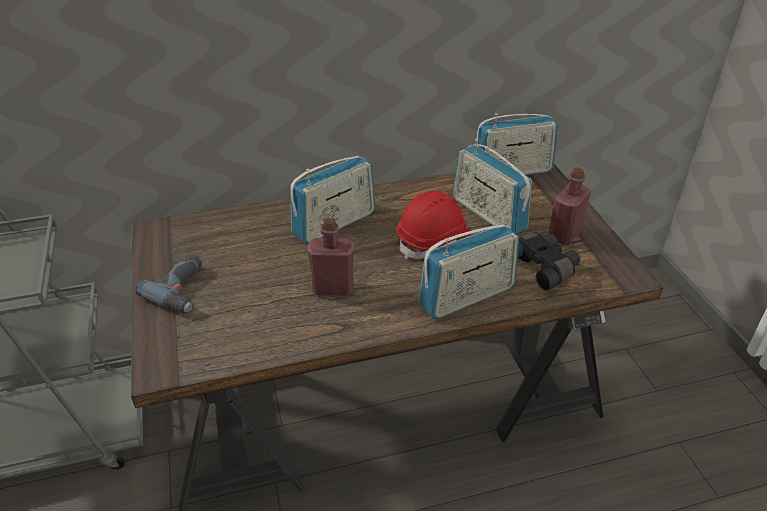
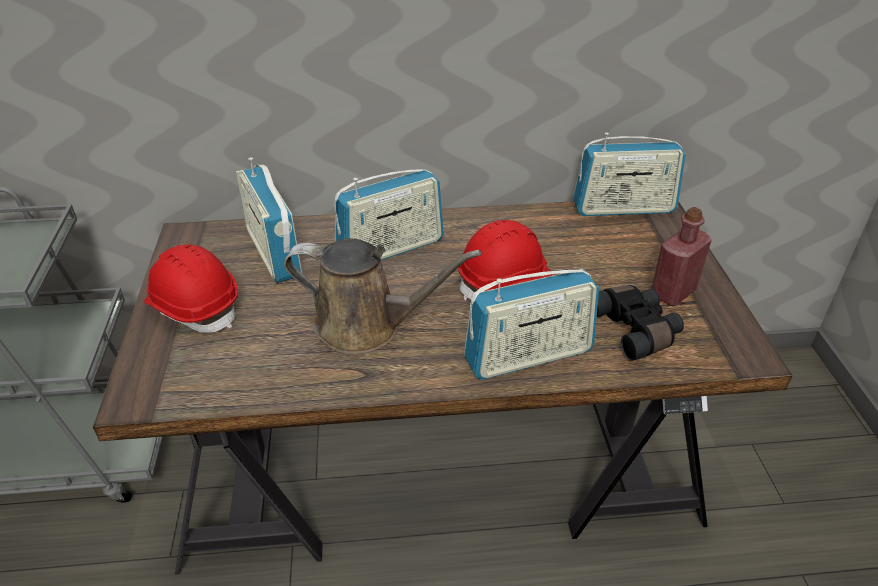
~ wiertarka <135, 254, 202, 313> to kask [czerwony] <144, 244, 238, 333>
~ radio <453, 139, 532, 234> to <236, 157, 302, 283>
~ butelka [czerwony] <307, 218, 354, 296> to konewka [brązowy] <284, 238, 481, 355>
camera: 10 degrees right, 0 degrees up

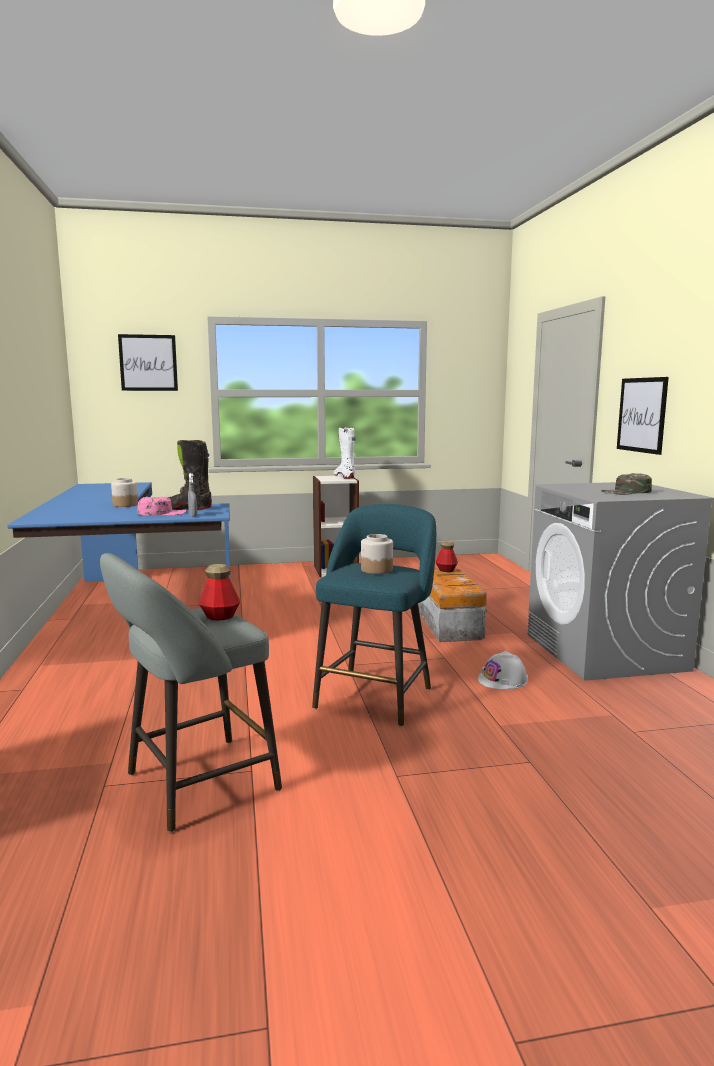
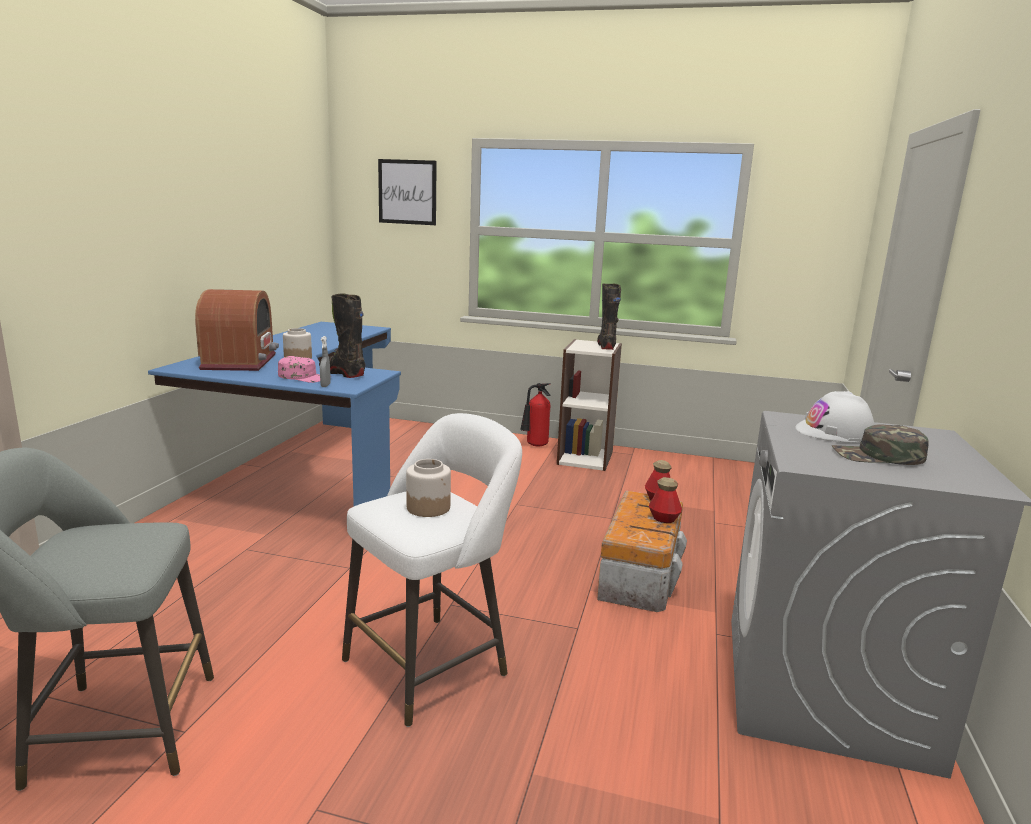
+ radio <195, 289, 279, 371>
~ stołek [turkusowy] <312, 504, 436, 727> to stołek [biały] <342, 413, 522, 727>
+ gaśnica <520, 383, 551, 446>
~ but z cholewką [biały] <334, 427, 356, 479> to but z cholewką [czarny] <597, 283, 621, 350>
~ butelka <199, 564, 240, 620> to <649, 477, 682, 523>
~ kask [biały] <478, 651, 528, 689> to <795, 391, 874, 443>
- obraz <617, 377, 669, 455>
camera: 25 degrees right, 5 degrees up

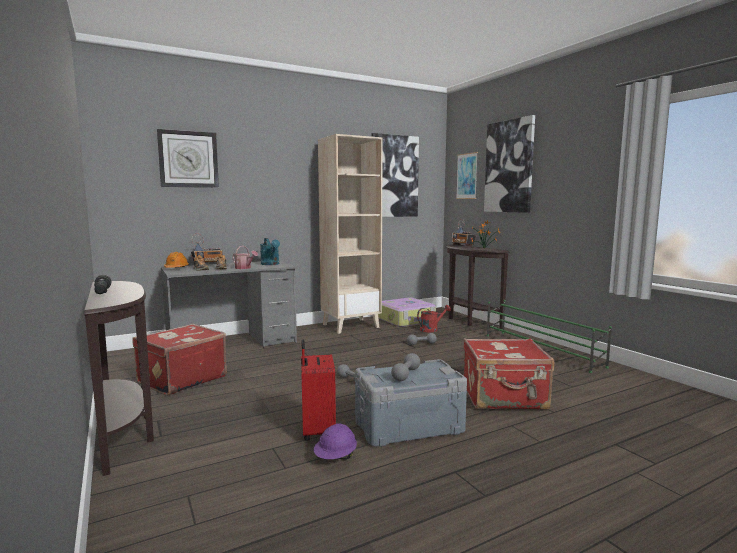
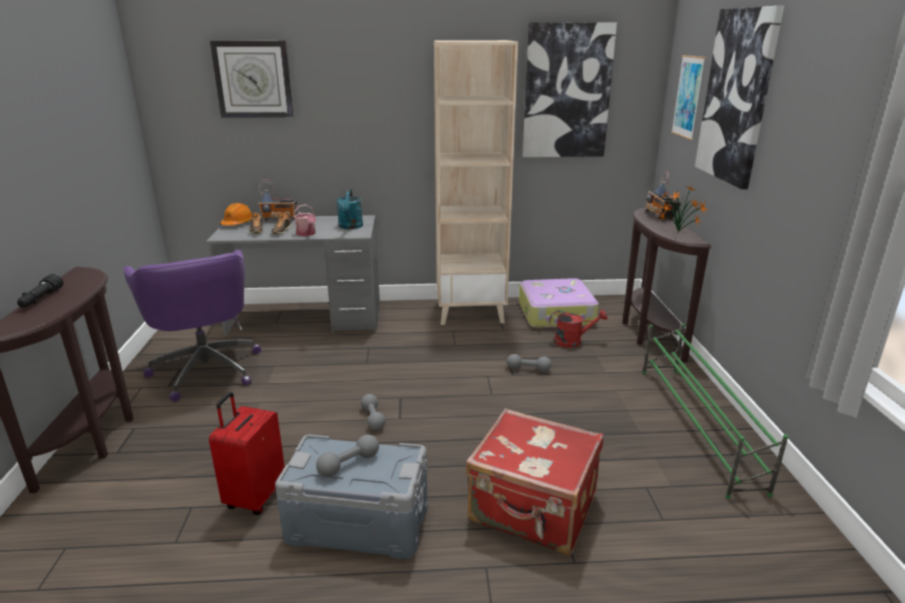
~ walizka [czerwony] <132, 324, 227, 396> to krzesło biurowe [fioletowy] <123, 250, 261, 402>
- kask [fioletowy] <314, 423, 357, 459>
camera: 25 degrees right, 15 degrees up

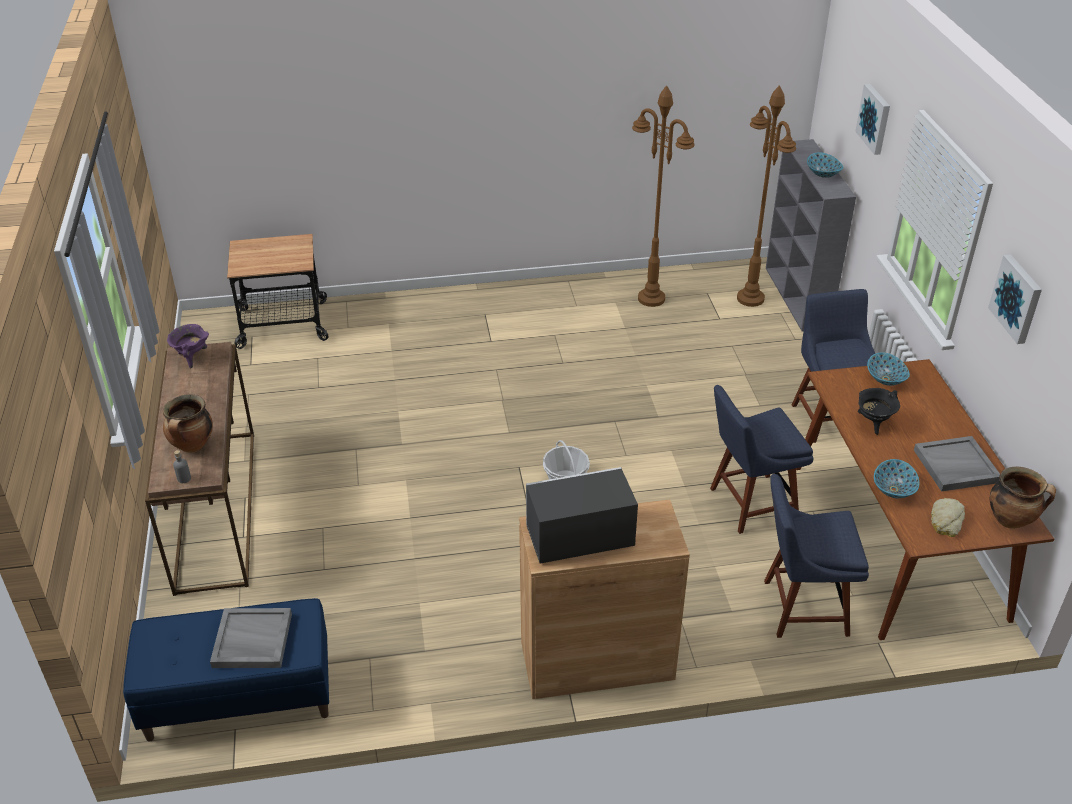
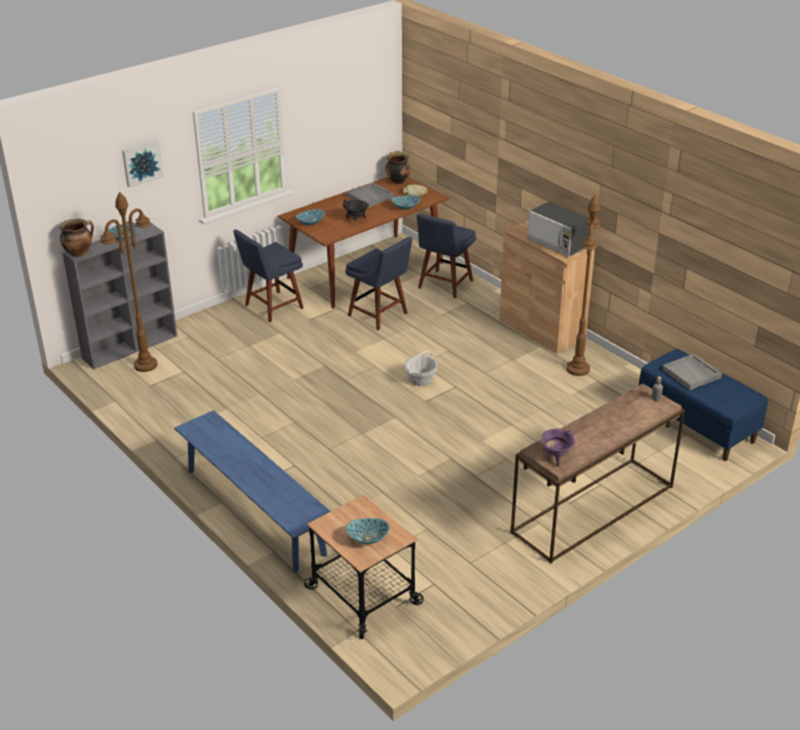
~ garnek <163, 394, 213, 453> to <60, 219, 94, 257>
+ ławka [niebieski] <174, 410, 331, 572>
+ miska <346, 518, 390, 544>
~ krzesło [niebieski] <764, 474, 869, 638> = <417, 214, 476, 298> 60 degrees clockwise
~ lampa stojąca [brązowy] <632, 85, 695, 307> to <567, 195, 601, 376>
- obraz <988, 254, 1042, 344>
camera: 120 degrees left, 5 degrees down

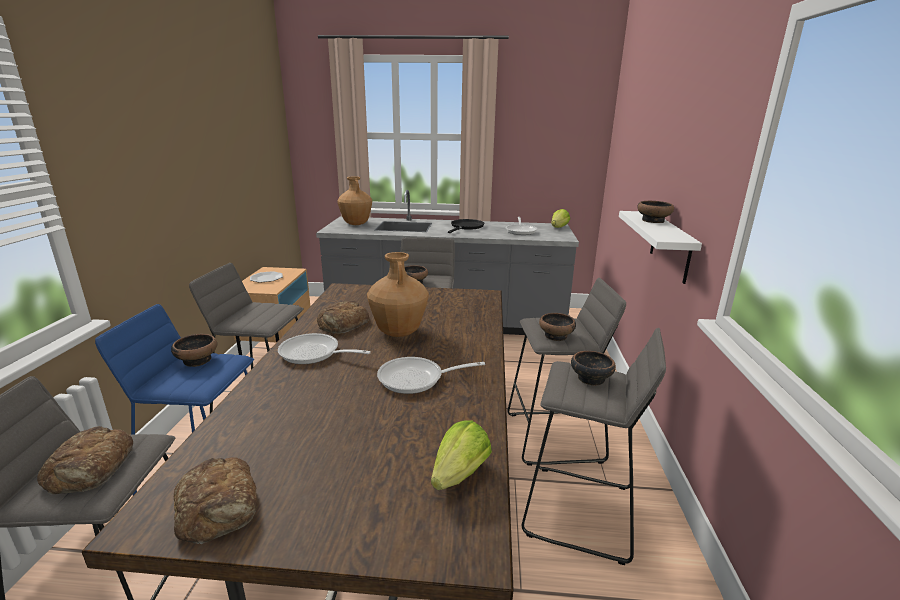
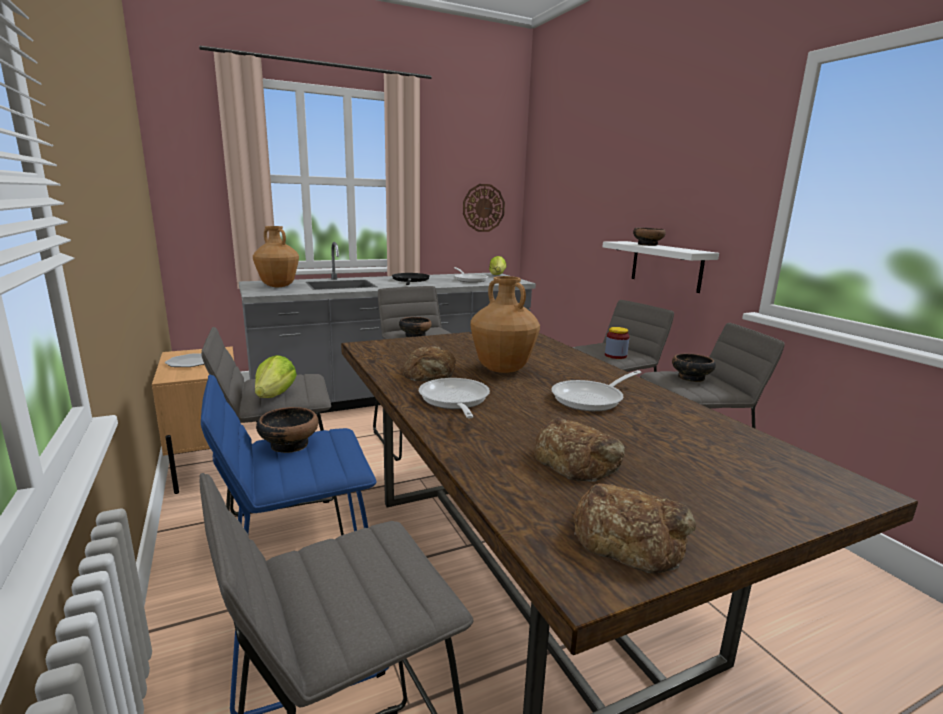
~ sałata <431, 420, 492, 490> to <255, 355, 297, 398>
~ patelnia <278, 333, 371, 364> = <419, 378, 490, 418> 90 degrees clockwise
+ zegar ścienny <463, 184, 505, 232>
~ chleb <37, 426, 133, 495> to <535, 417, 625, 482>
~ miska <539, 313, 576, 341> to słoik <605, 327, 630, 359>
camera: 30 degrees left, 5 degrees down

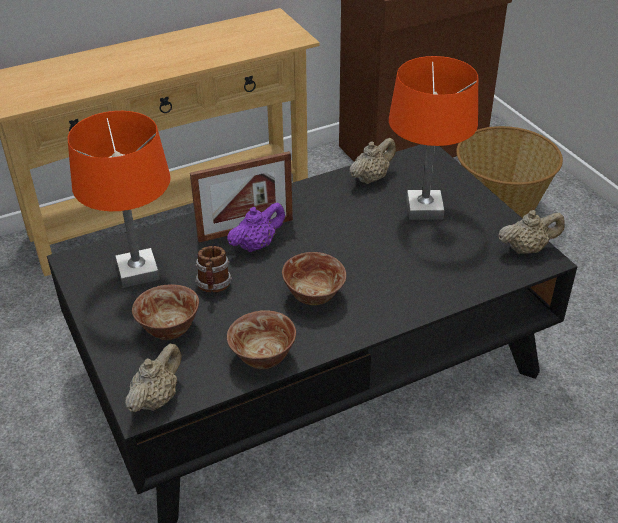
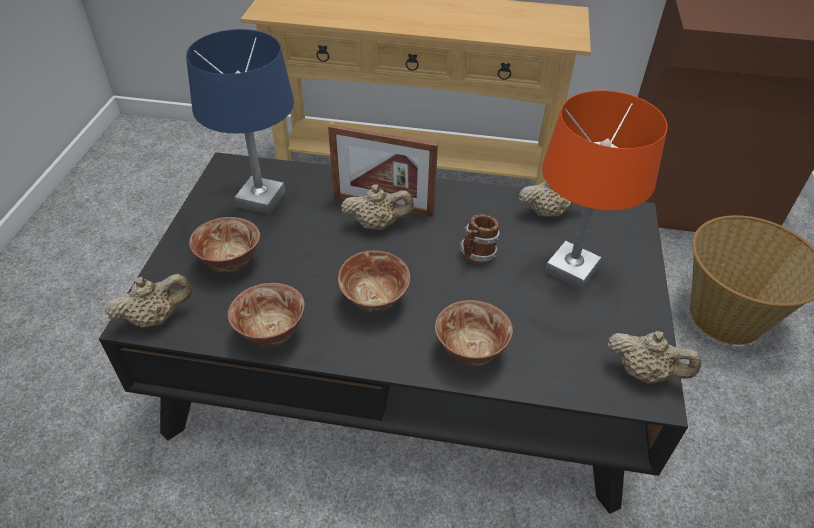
~ lampa stołowa [pomarańczowy] <68, 111, 171, 288> to lampa stołowa [niebieski] <186, 29, 294, 215>
~ imbryk [fioletowy] <227, 203, 285, 253> to imbryk [beżowy] <341, 184, 414, 230>
+ miska <435, 300, 513, 366>
~ kubek <195, 246, 232, 292> to <460, 214, 500, 264>
camera: 35 degrees right, 5 degrees up

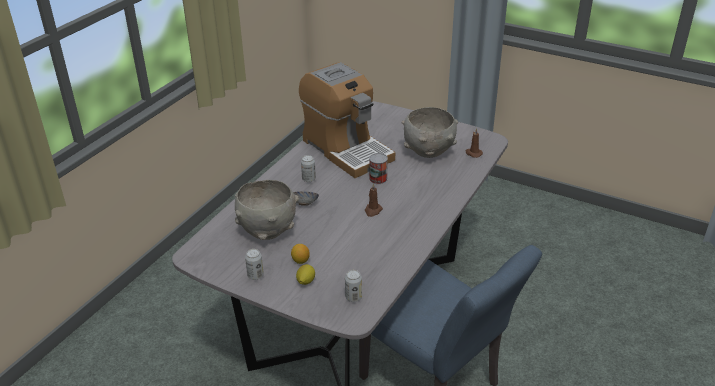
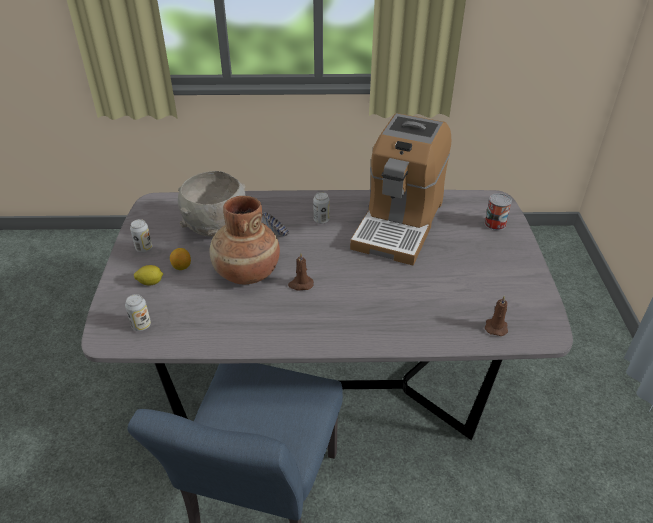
+ wazon [brązowy] <209, 196, 280, 284>
~ puszka <369, 153, 388, 184> to <484, 193, 512, 231>
- miska [szary] <402, 107, 458, 158>
camera: 60 degrees right, 5 degrees up

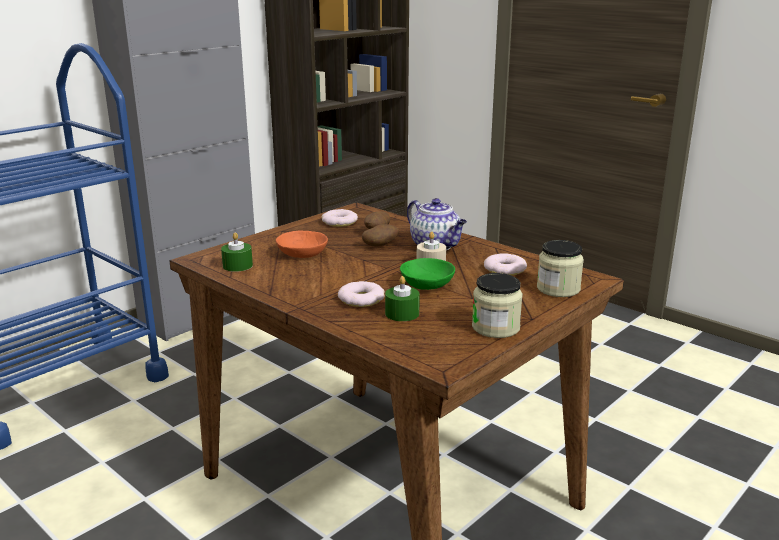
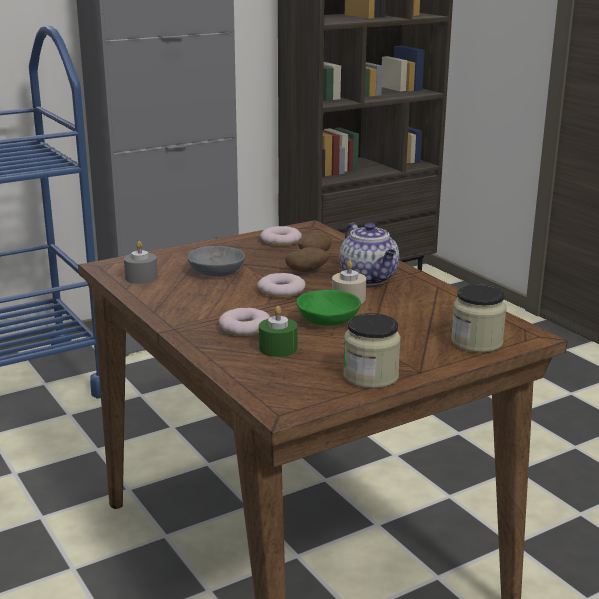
~ świeca [zielony] <221, 232, 253, 272> to świeca [szary] <124, 241, 158, 284>
~ miska [pomarańczowy] <276, 230, 328, 258> to miska [szary] <187, 246, 245, 277>
~ donut <484, 253, 527, 276> to <257, 273, 306, 298>
camera: 15 degrees right, 0 degrees up

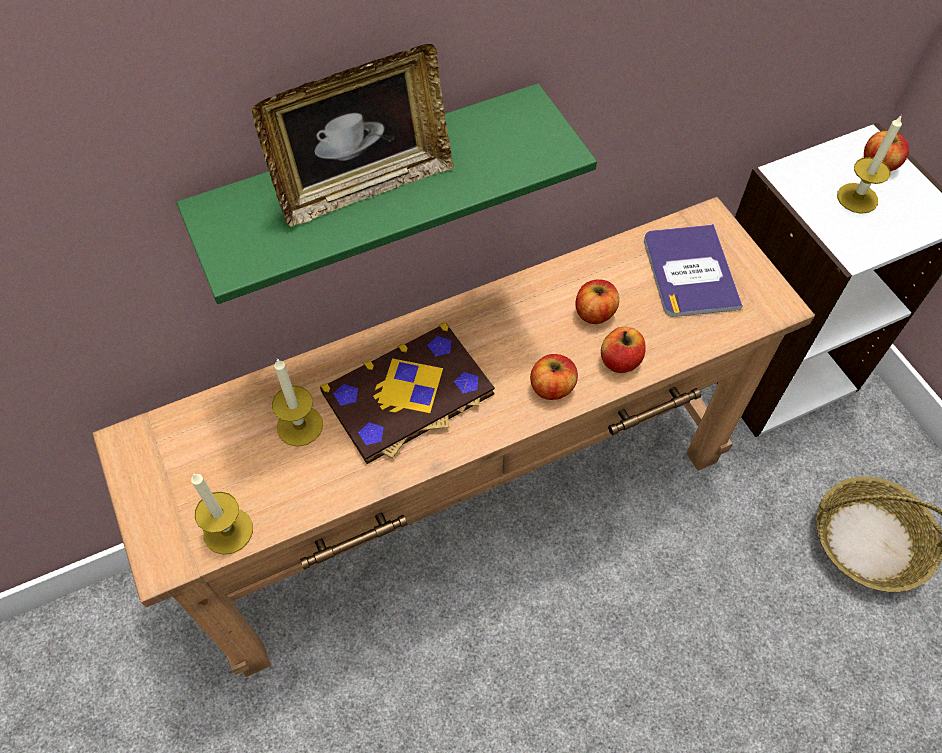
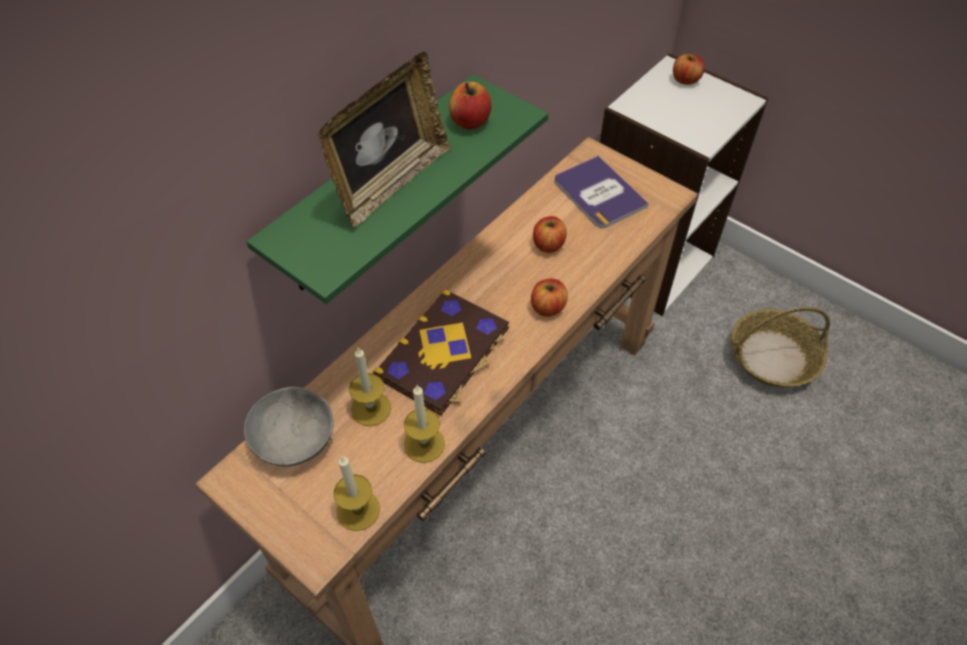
+ miska [szary] <244, 387, 334, 467>
~ świeca <837, 114, 902, 214> to <404, 385, 445, 463>
~ jabłko <601, 327, 646, 373> to <449, 82, 491, 130>
camera: 25 degrees left, 5 degrees down

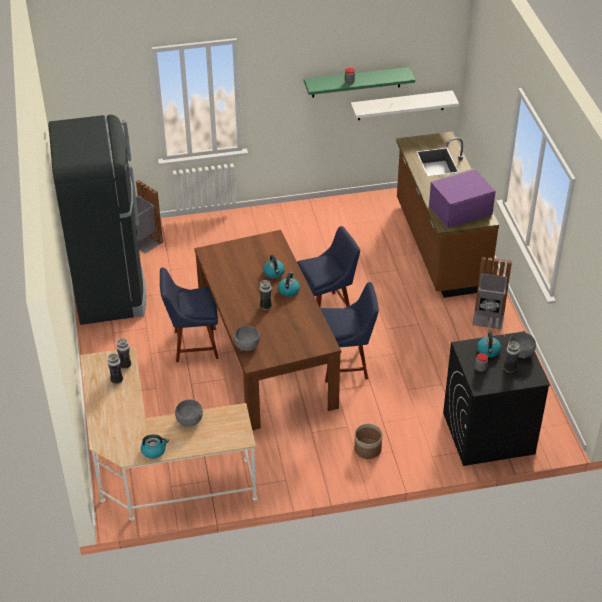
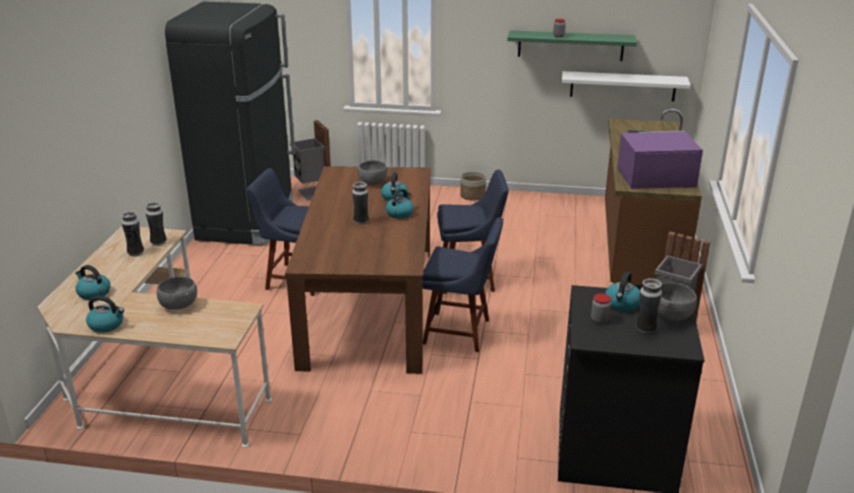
+ czajnik <75, 265, 111, 300>
~ miska [szary] <233, 326, 260, 351> to <357, 160, 387, 185>
~ donica <354, 424, 382, 459> to <460, 171, 486, 201>
camera: 20 degrees right, 15 degrees down

